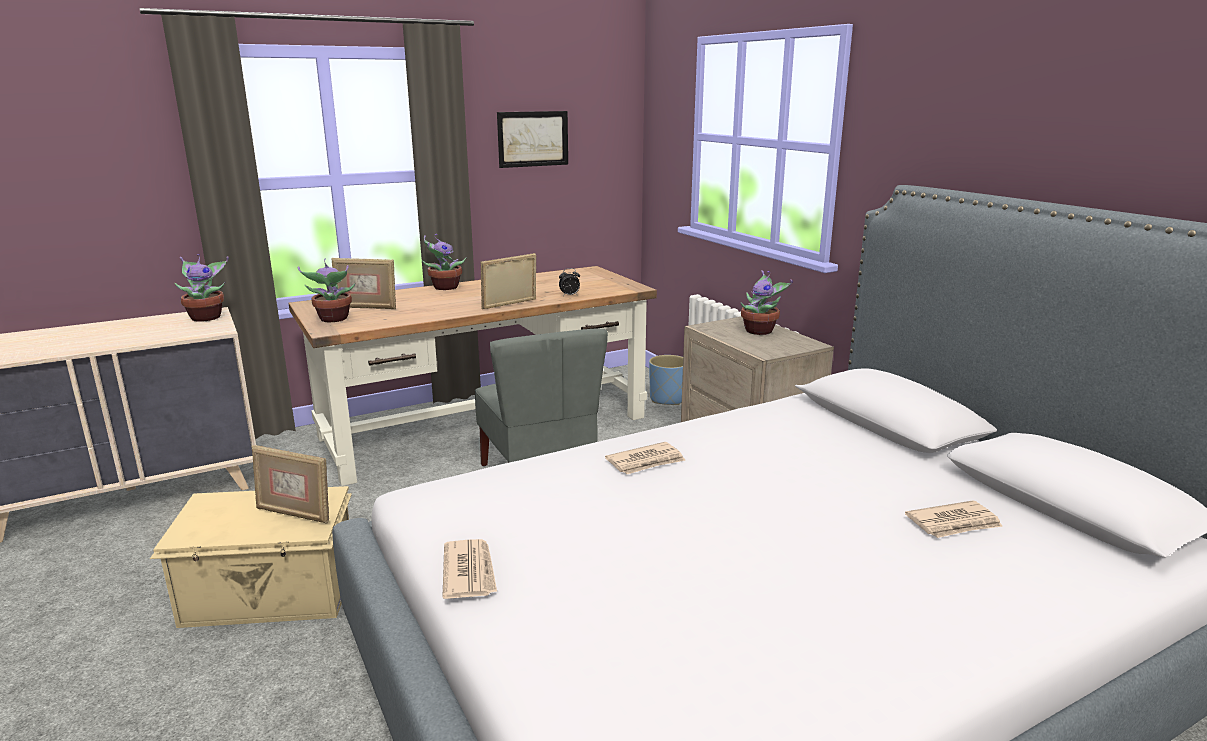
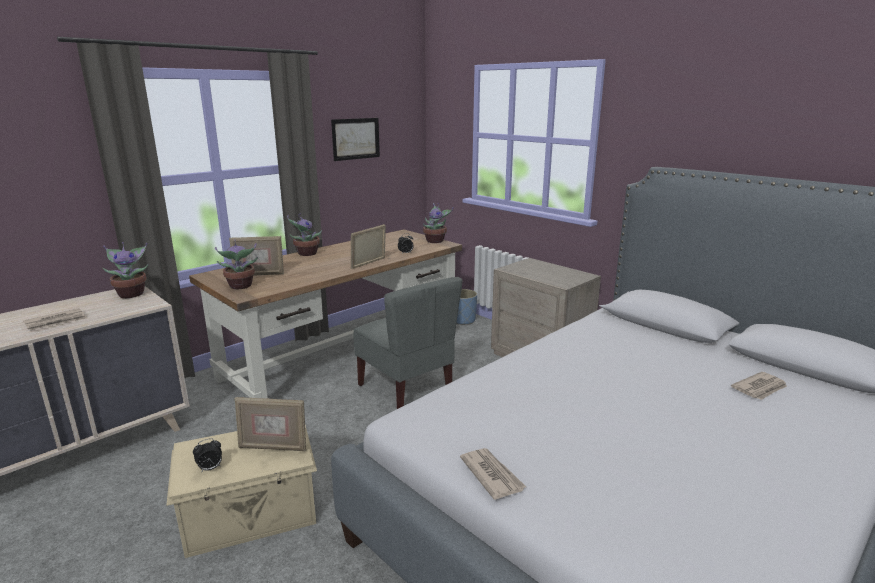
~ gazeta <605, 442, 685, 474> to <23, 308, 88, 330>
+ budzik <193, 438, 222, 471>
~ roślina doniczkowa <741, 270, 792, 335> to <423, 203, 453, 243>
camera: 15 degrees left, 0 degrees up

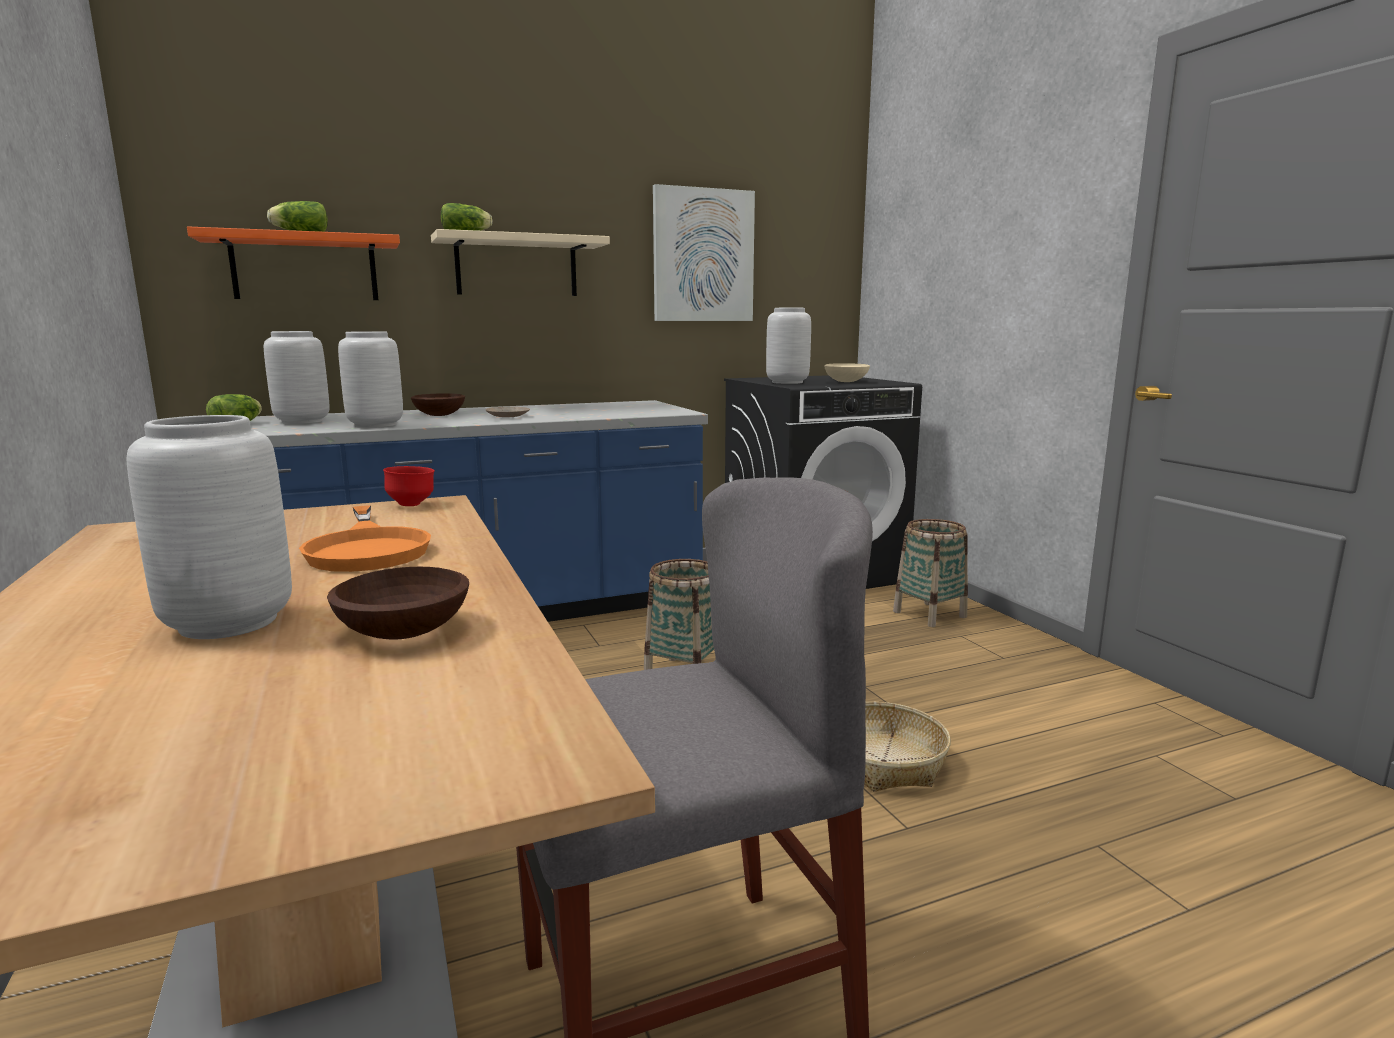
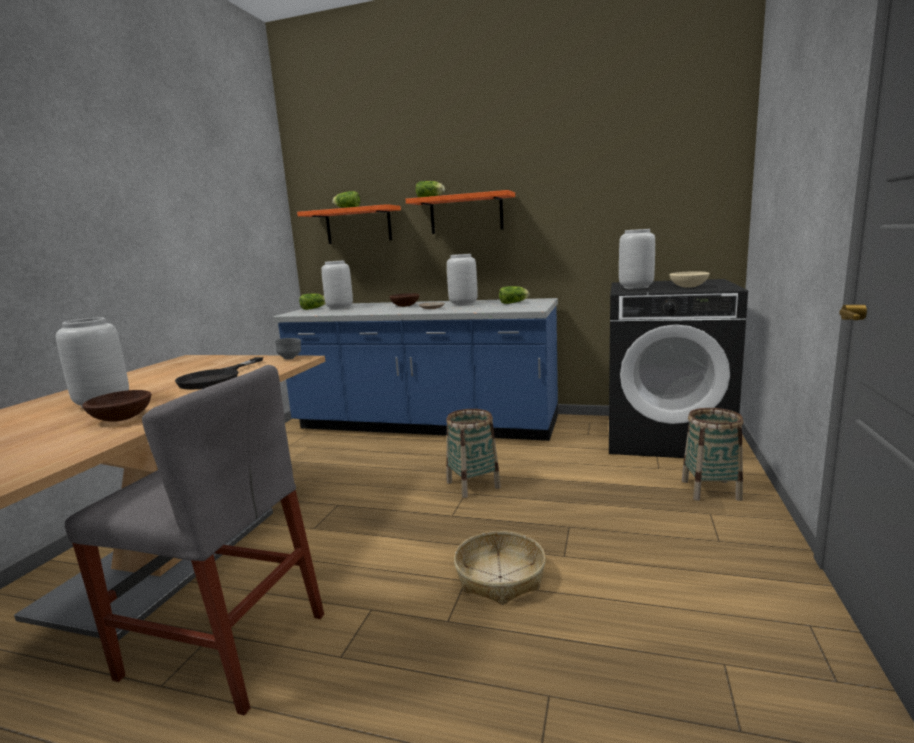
~ patelnia [pomarańczowy] <299, 505, 431, 572> to patelnia [czarny] <175, 357, 263, 390>
~ miska [czerwony] <383, 466, 435, 506> to miska [szary] <275, 338, 301, 359>
~ półka [beżowy] <431, 229, 610, 296> to półka [pomarańczowy] <406, 190, 515, 234>
~ wazon [szary] <338, 331, 403, 428> to <447, 254, 478, 306>
+ sałata <499, 286, 529, 304>
- obraz <653, 184, 755, 321>
camera: 40 degrees right, 0 degrees up

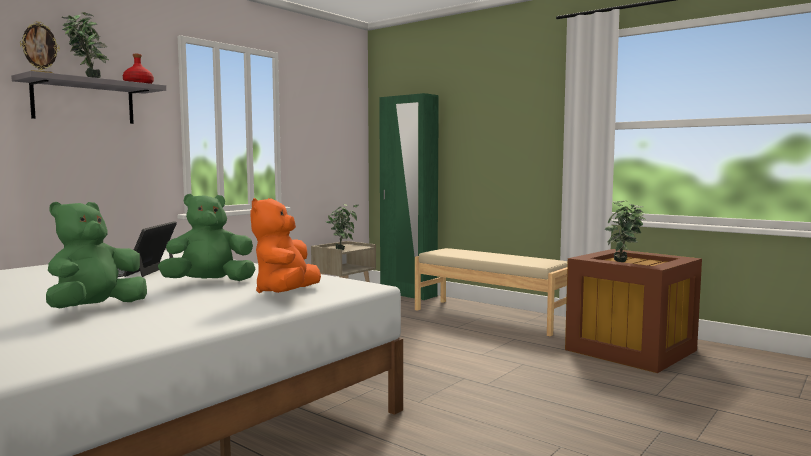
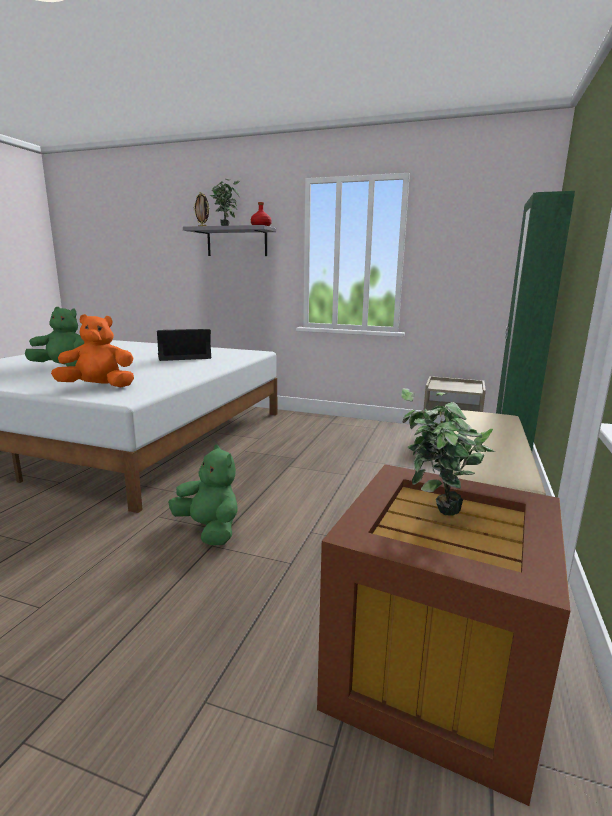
~ pluszak [zielony] <158, 194, 255, 281> to <168, 445, 238, 545>
- roślina doniczkowa <326, 204, 358, 250>
camera: 70 degrees right, 10 degrees up

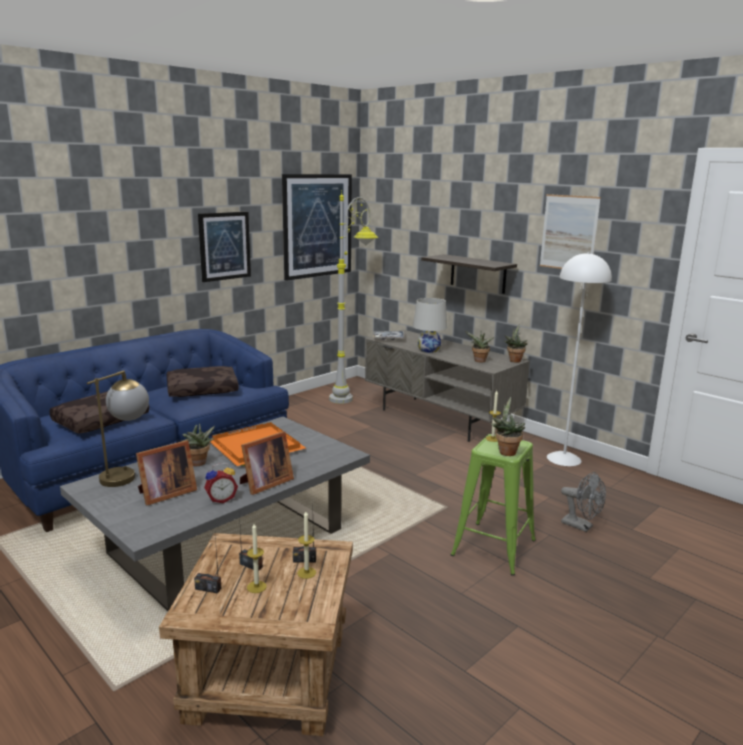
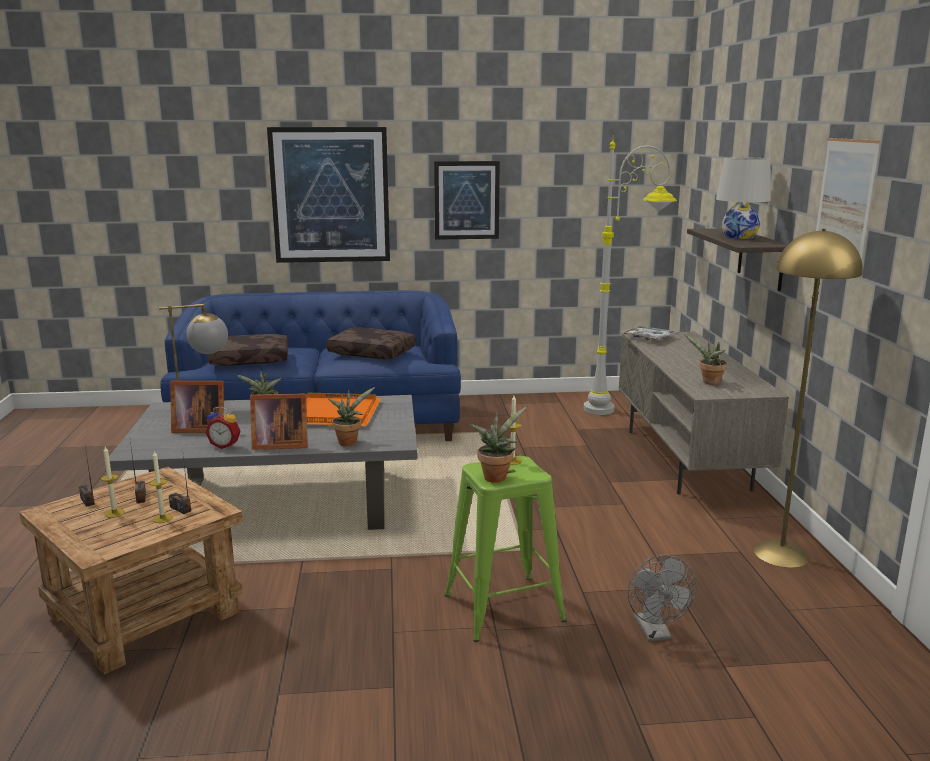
~ obraz <282, 174, 352, 281> to <267, 127, 390, 263>
~ roślina doniczkowa <504, 325, 528, 363> to <328, 387, 375, 446>
~ lampa stołowa [biały] <413, 298, 447, 353> to <716, 157, 771, 239>
~ lampa stojąca [biały] <547, 252, 612, 466> to lampa stojąca [żółty] <754, 229, 863, 568>
camera: 40 degrees right, 0 degrees up

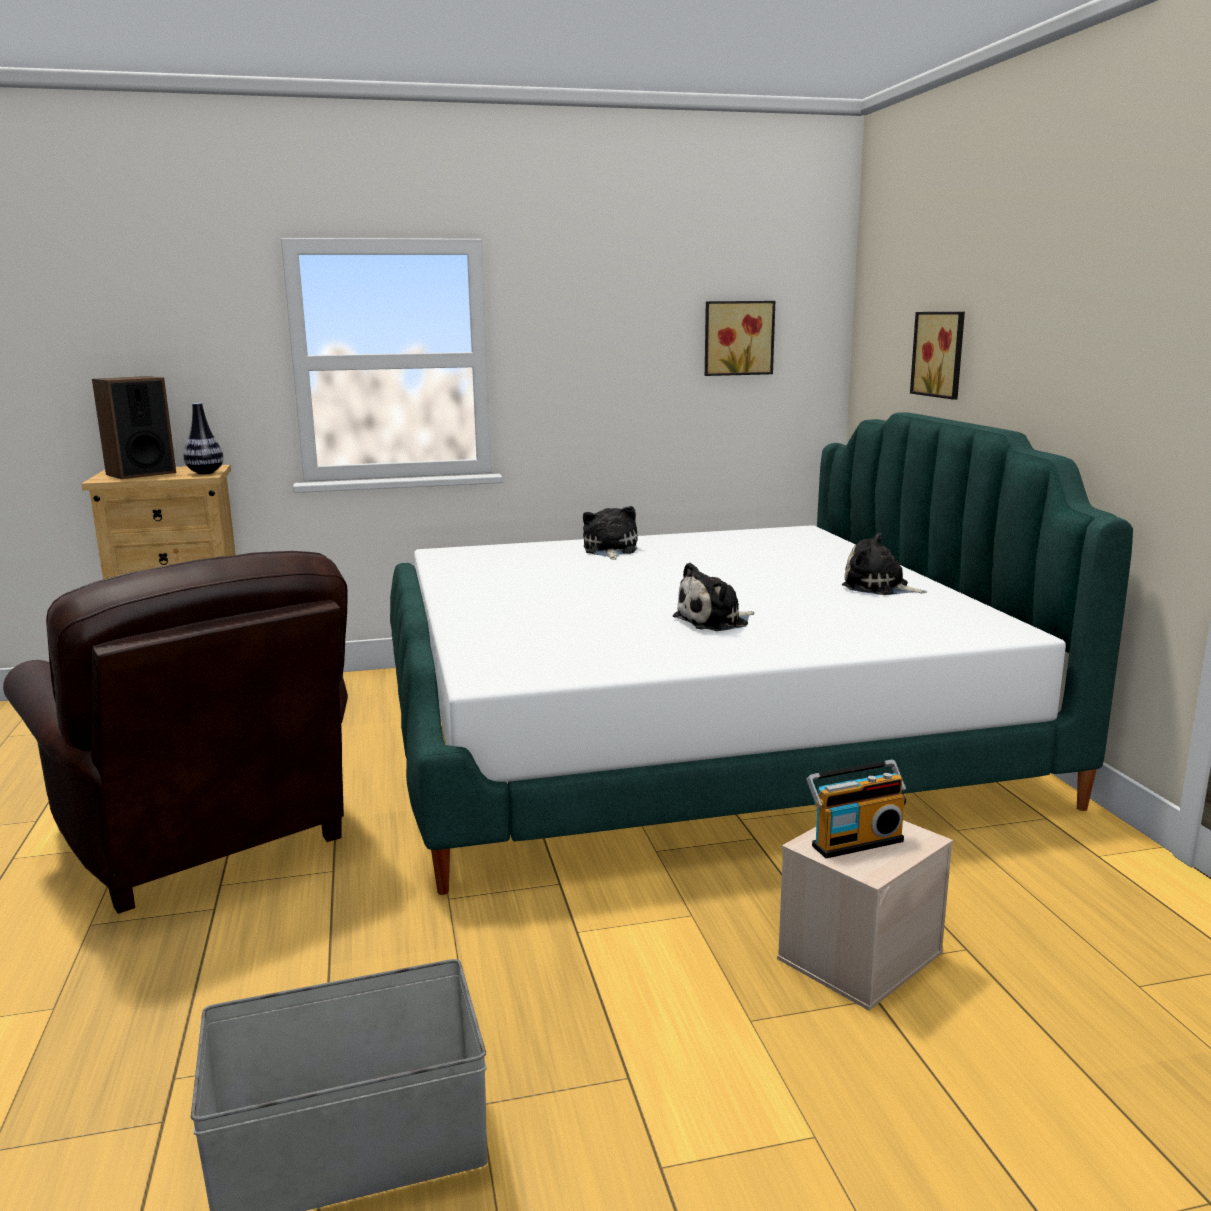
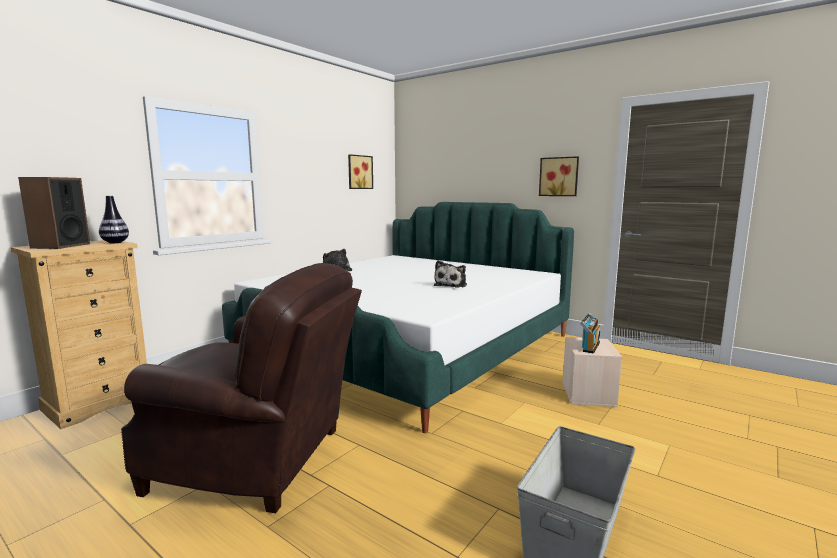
~ obraz <910, 312, 965, 400> to <539, 156, 579, 196>
- pluszak <842, 533, 927, 595>
camera: 40 degrees left, 5 degrees down

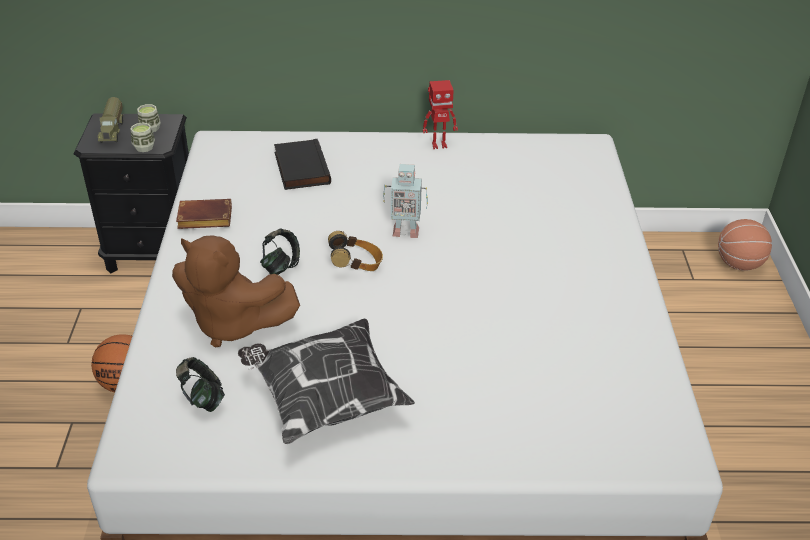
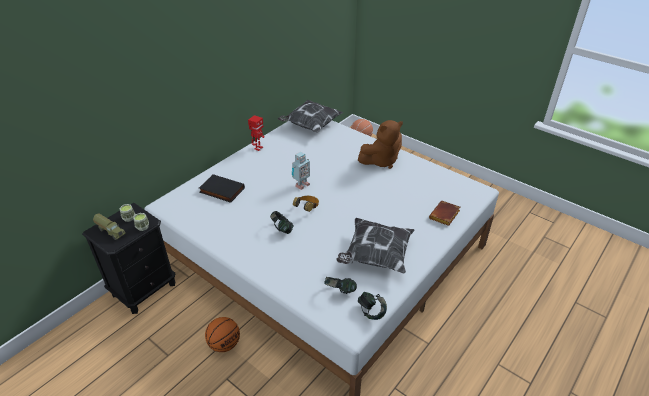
+ poduszka <278, 100, 344, 133>
~ pluszak [brązowy] <172, 235, 300, 348> to <358, 120, 403, 169>
+ słuchawki <358, 292, 387, 320>
~ książka [brązowy] <176, 199, 232, 229> to <429, 201, 460, 226>
camera: 50 degrees left, 0 degrees up

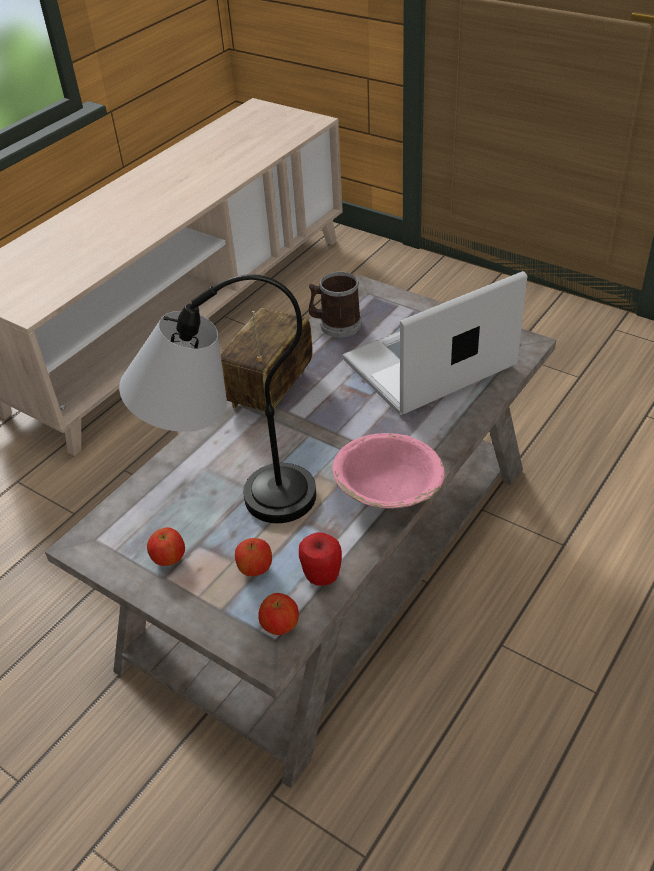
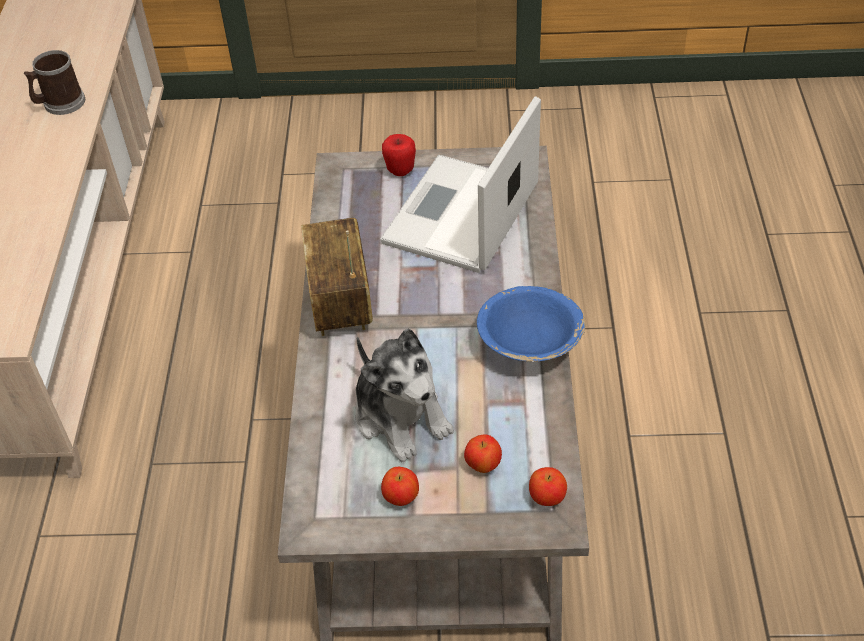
~ kubek <309, 272, 362, 337> to <24, 50, 85, 115>
~ lampa stołowa <119, 274, 316, 523> to pluszak <355, 328, 454, 462>
~ jabłko <299, 532, 342, 586> to <382, 134, 416, 176>
~ miska [różowy] <333, 433, 445, 508> to miska [niebieski] <477, 286, 585, 362>
camera: 35 degrees left, 5 degrees up

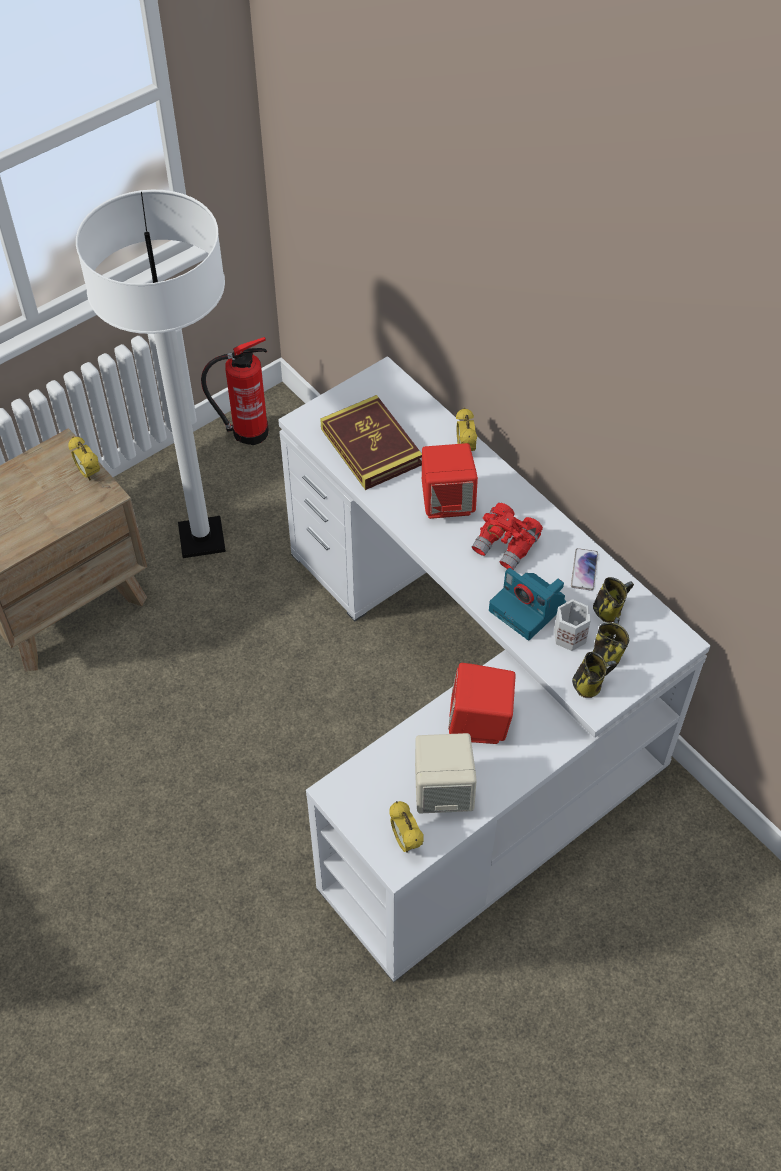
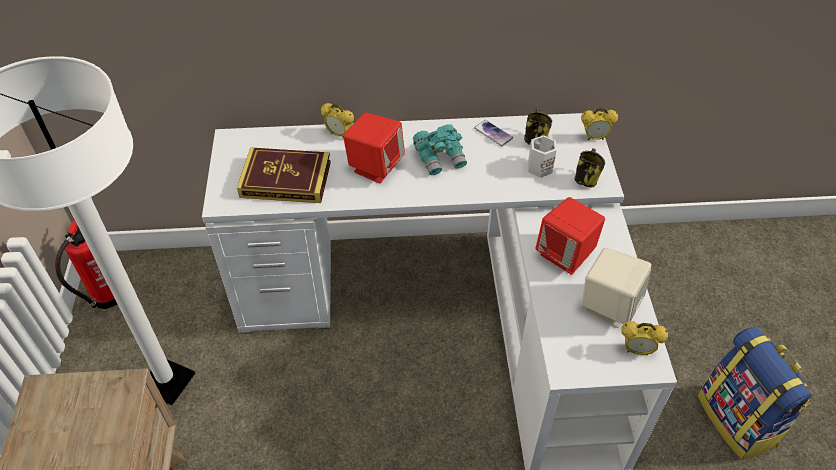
~ lornetka [czerwony] <472, 503, 543, 570> to lornetka [turkusowy] <413, 124, 467, 175>
~ budzik <68, 437, 100, 480> to <581, 108, 618, 140>
+ plecak <698, 327, 811, 460>
- aparat fotograficzny <489, 568, 566, 640>
- kubek <593, 617, 629, 664>
camera: 55 degrees left, 5 degrees down

